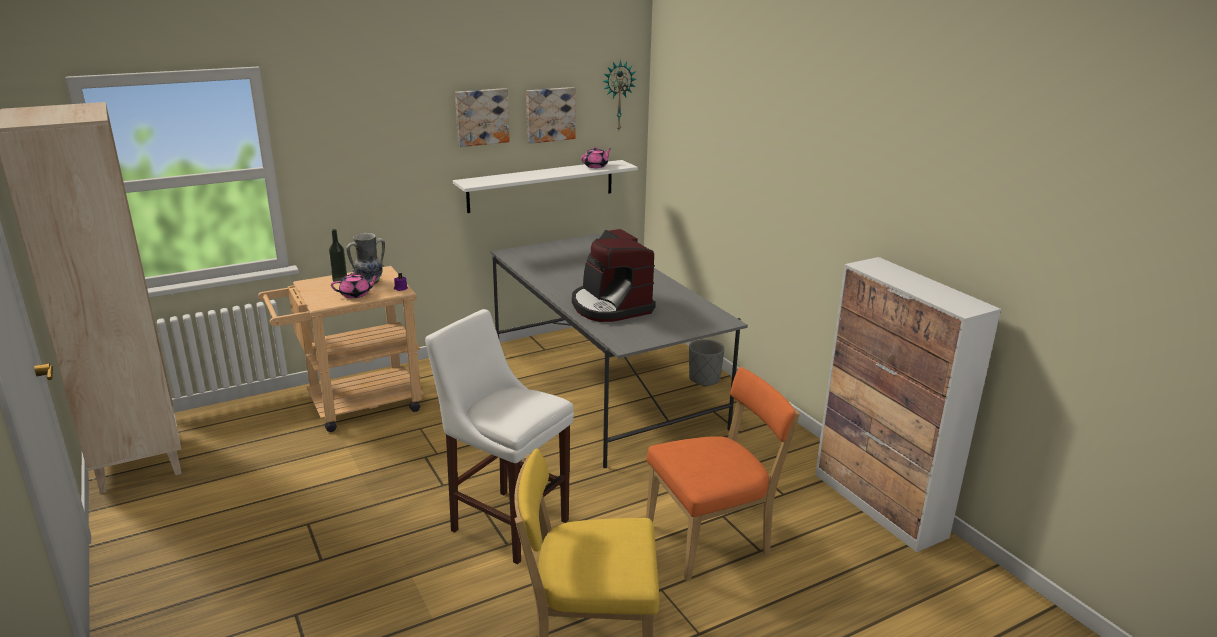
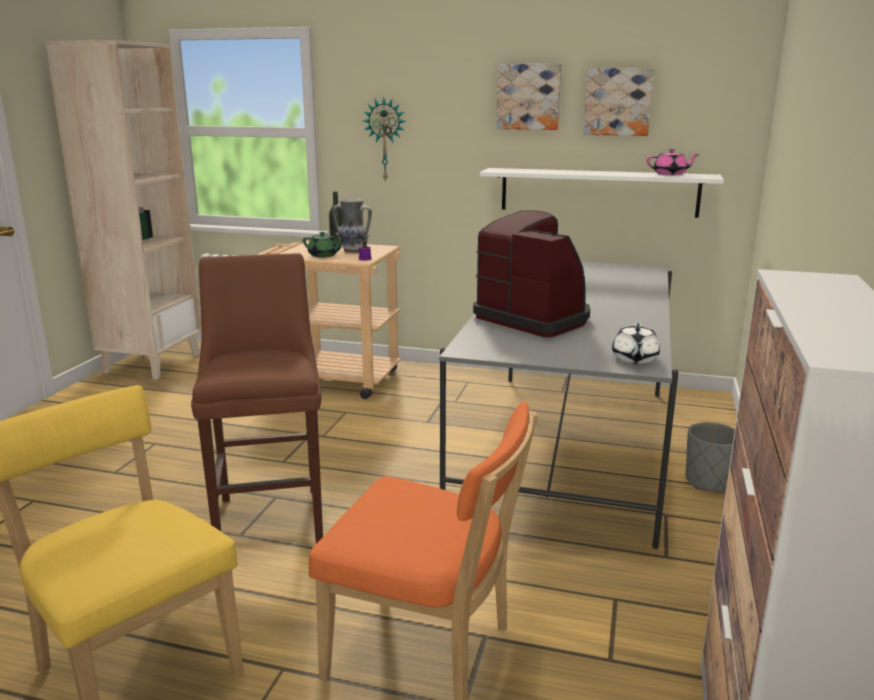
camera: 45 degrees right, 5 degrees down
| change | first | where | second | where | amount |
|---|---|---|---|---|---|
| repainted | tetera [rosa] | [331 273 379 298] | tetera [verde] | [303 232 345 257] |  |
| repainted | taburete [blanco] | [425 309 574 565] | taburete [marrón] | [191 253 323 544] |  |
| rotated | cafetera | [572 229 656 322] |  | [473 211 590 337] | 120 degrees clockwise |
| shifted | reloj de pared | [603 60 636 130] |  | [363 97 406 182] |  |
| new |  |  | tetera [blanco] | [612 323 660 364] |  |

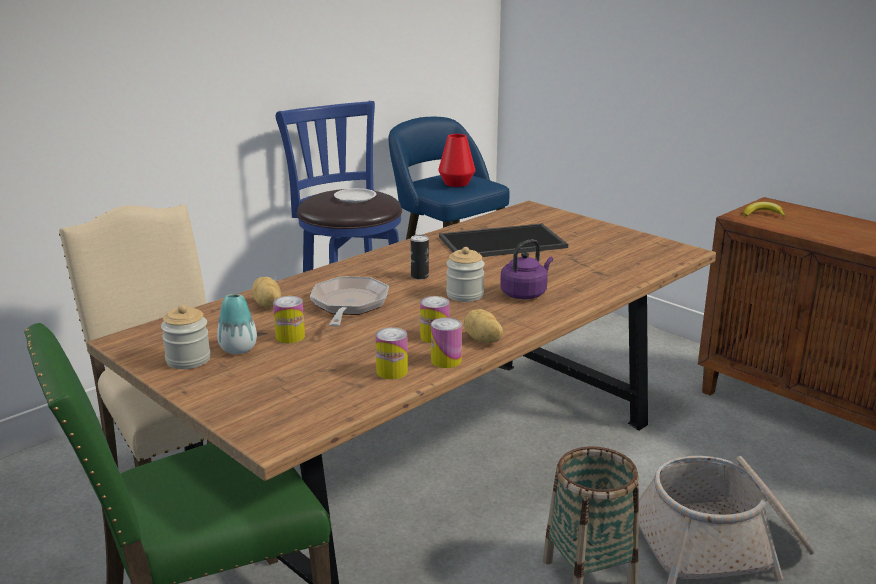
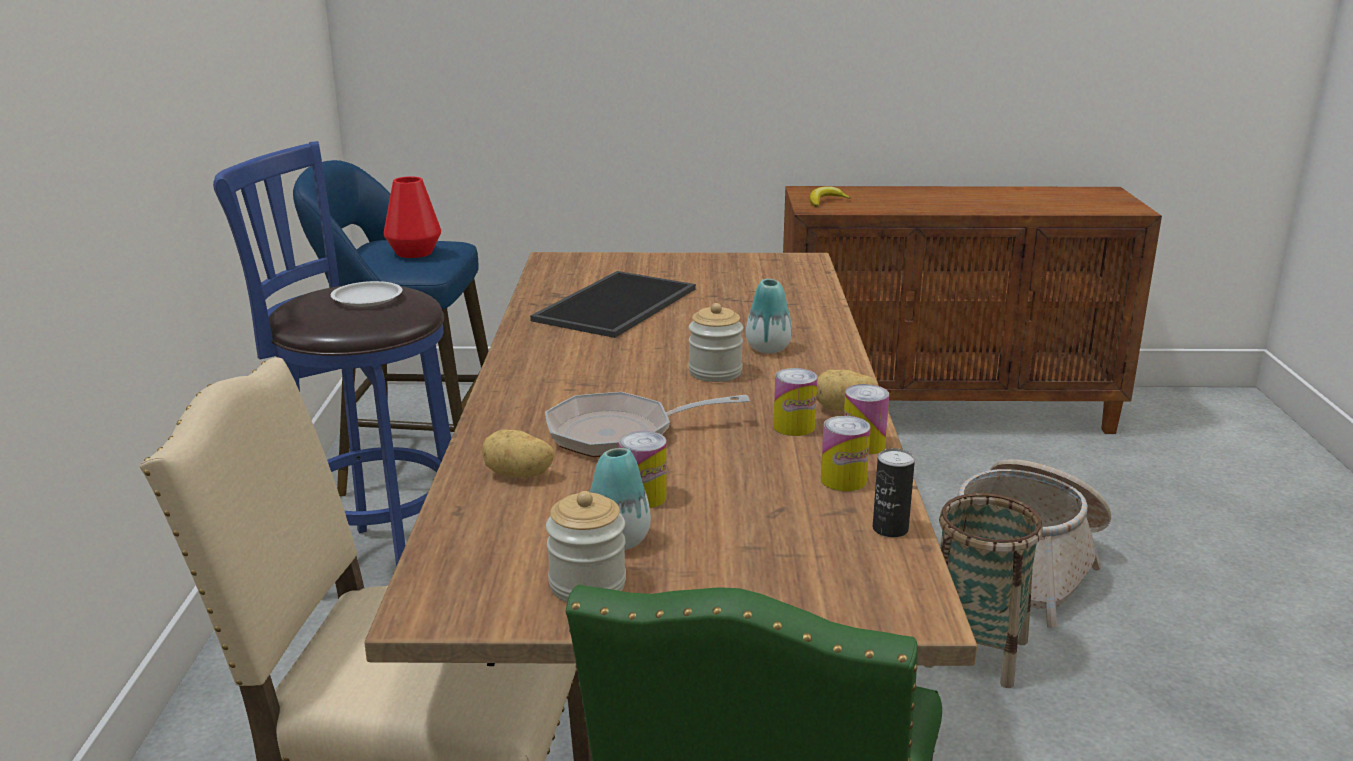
camera: 45 degrees left, 0 degrees up
| change | first | where | second | where | amount |
|---|---|---|---|---|---|
| rotated | sartén | [310 277 389 327] |  | [545 392 750 457] | 60 degrees counterclockwise |
| shifted | lata | [410 235 429 280] |  | [873 448 915 537] |  |
| swapped | hervidor [morado] | [500 239 553 299] | florero | [746 279 792 353] |  |

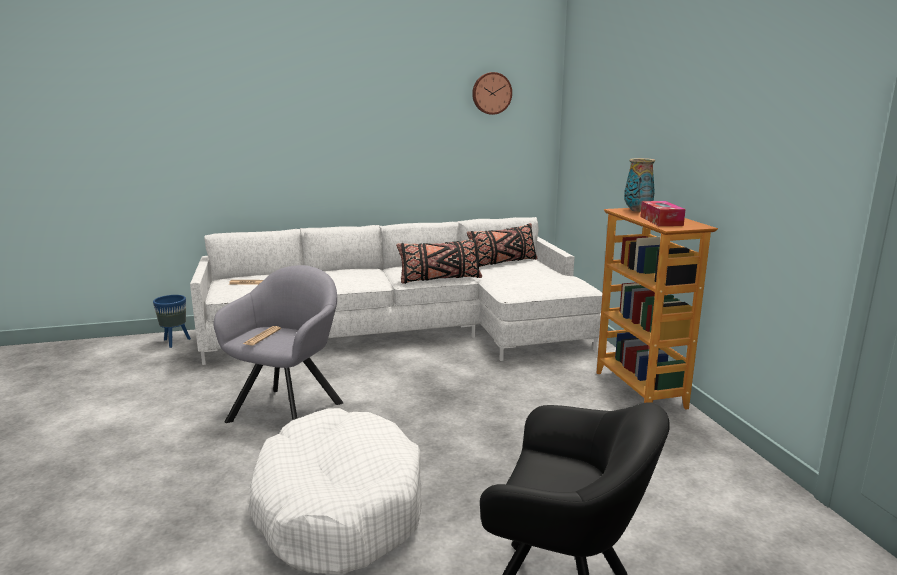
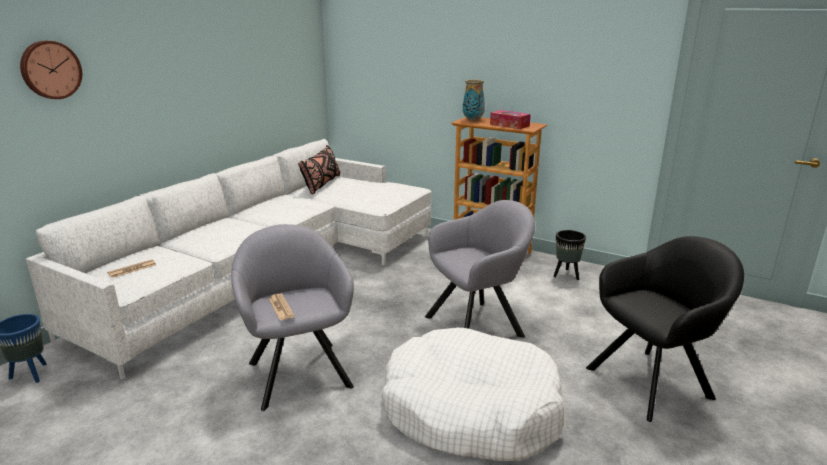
camera: 45 degrees left, 5 degrees up
| change | first | where | second | where | amount |
|---|---|---|---|---|---|
| gone | cojín [negro] | [396 238 482 284] |  |  |  |
| shifted | reloj de pared | [472 72 512 115] |  | [20 41 82 99] |  |
| new |  |  | sillón [gris] | [425 200 535 337] |  |
| new |  |  | maceta [negro] | [553 230 586 280] |  |

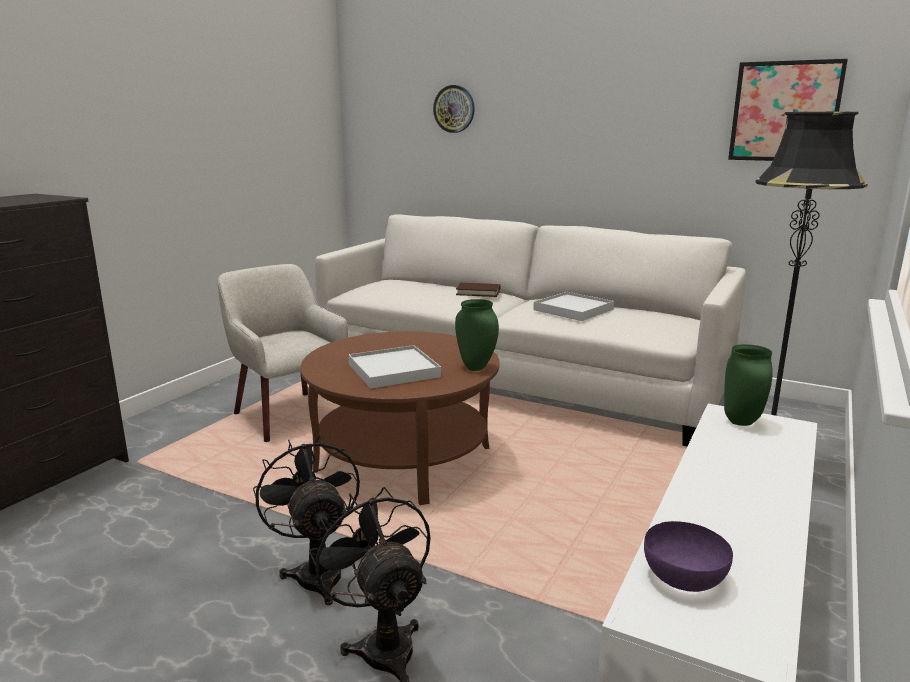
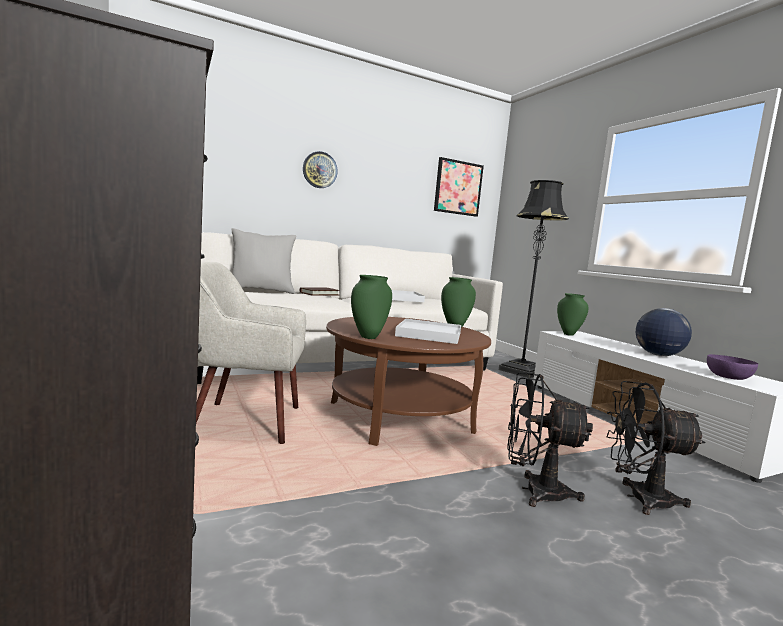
camera: 55 degrees left, 10 degrees down
| change | first | where | second | where | amount |
|---|---|---|---|---|---|
| shifted | reloj de pared | [433 85 475 133] |  | [303 151 338 188] |  |
| new |  |  | cojín [gris] | [231 228 296 294] |  |
| new |  |  | florero [verde] | [351 275 392 339] |  |
| new |  |  | globo terráqueo | [636 308 692 356] |  |

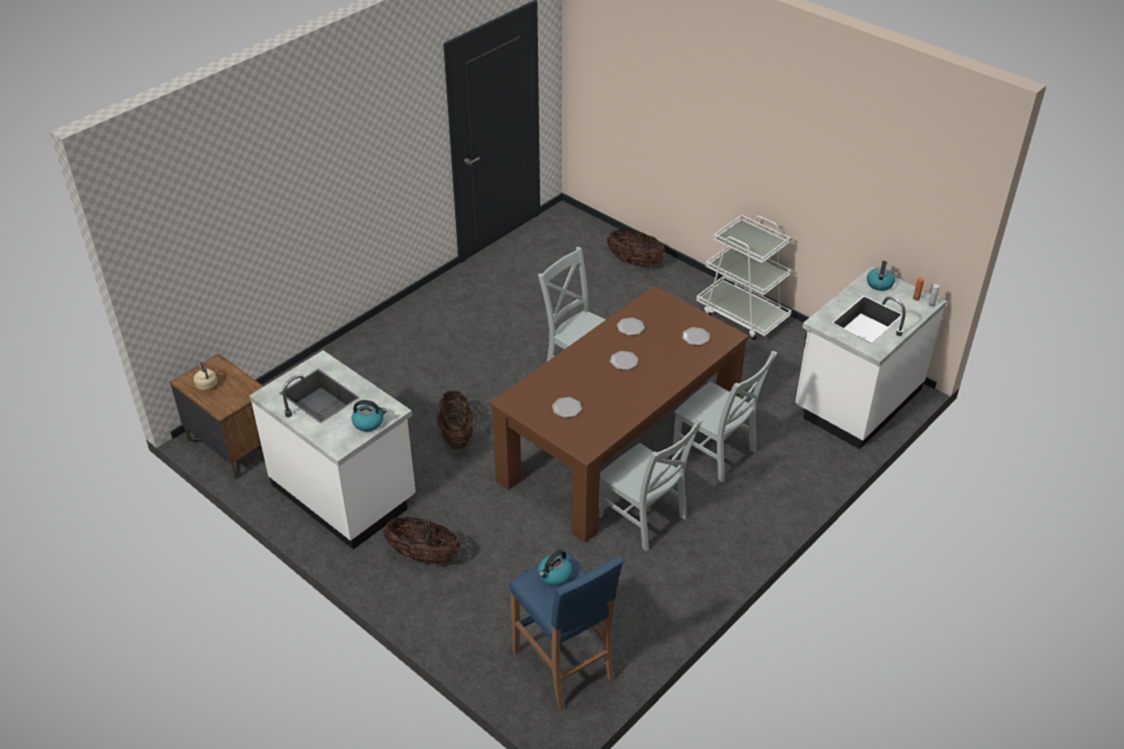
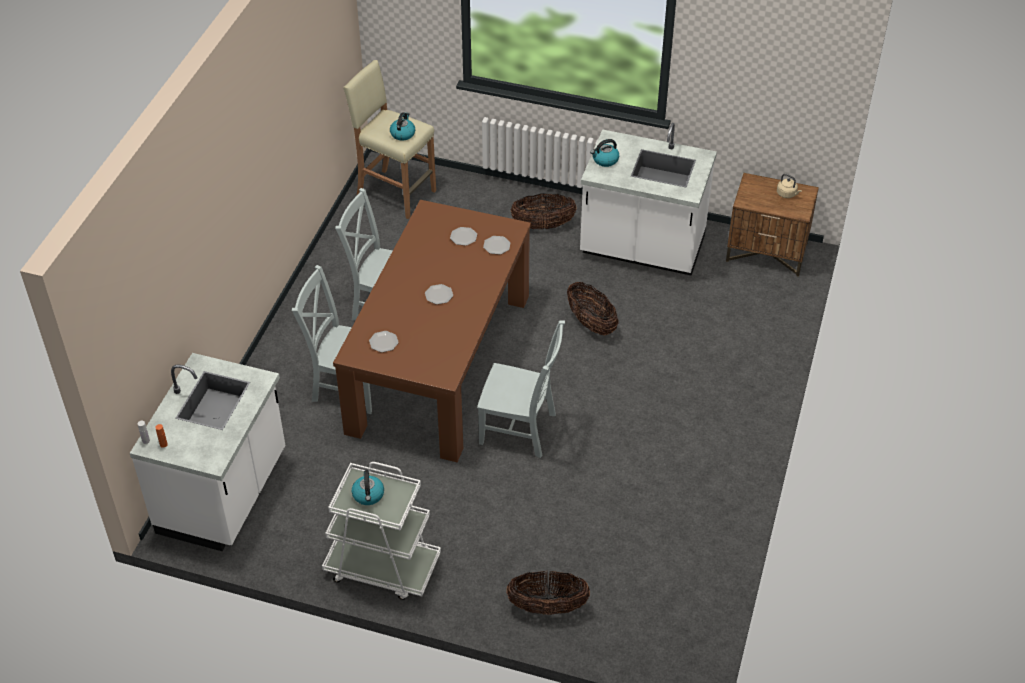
camera: 155 degrees right, 5 degrees up
| change | first | where | second | where | amount |
|---|---|---|---|---|---|
| repainted | taburete [azul] | [509 551 623 711] | taburete [beis] | [343 60 436 219] |  |
| shifted | plato | [617 317 645 336] |  | [483 236 510 254] |  |
| shifted | hervidor | [867 261 895 291] |  | [352 470 384 505] |  |

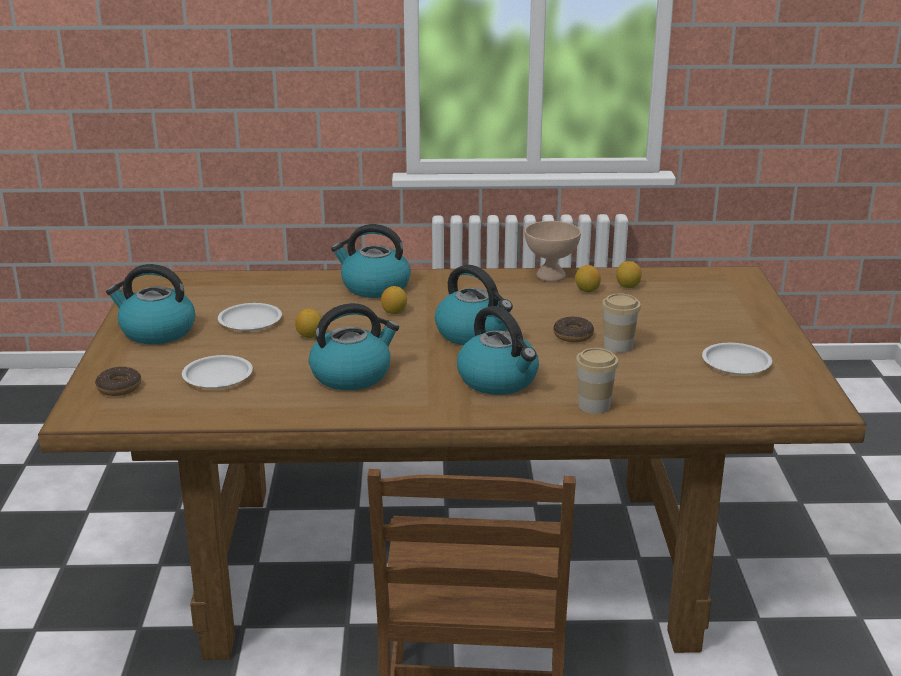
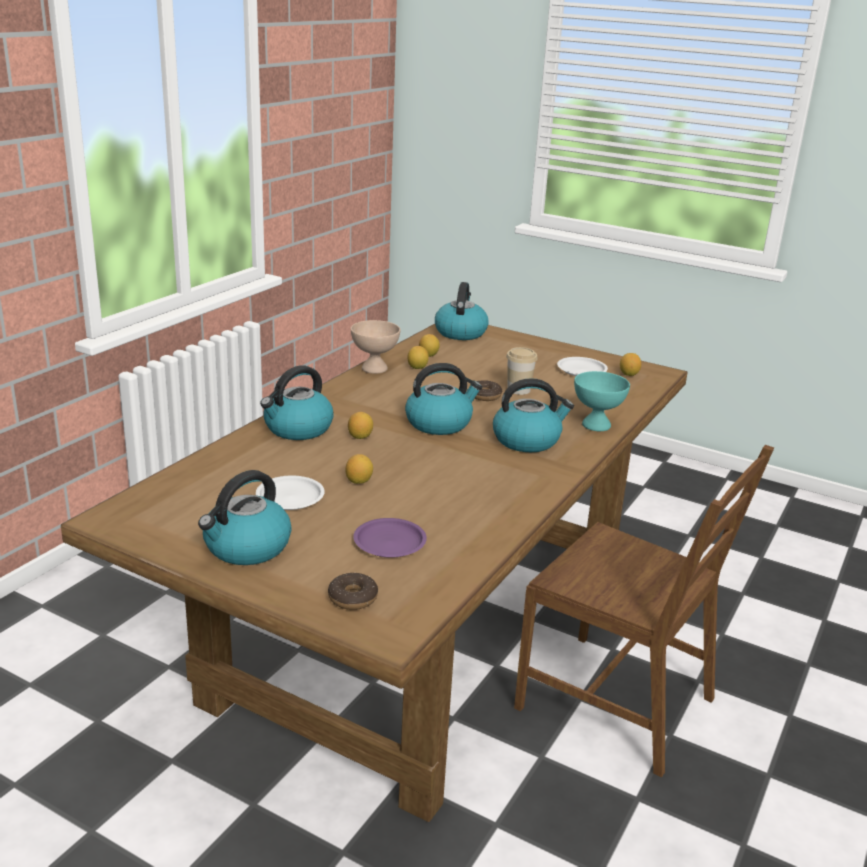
camera: 60 degrees left, 0 degrees up
| change | first | where | second | where | amount |
|---|---|---|---|---|---|
| repainted | plato [blanco] | [182 355 253 389] | plato [morado] | [353 518 427 558] |  |
| shifted | hervidor | [309 303 399 390] |  | [435 282 489 340] |  |
| swapped | taza | [575 348 619 414] | cuenco [turquesa] | [574 371 630 431] |  |
| new |  |  | limón | [620 353 641 376] |  |

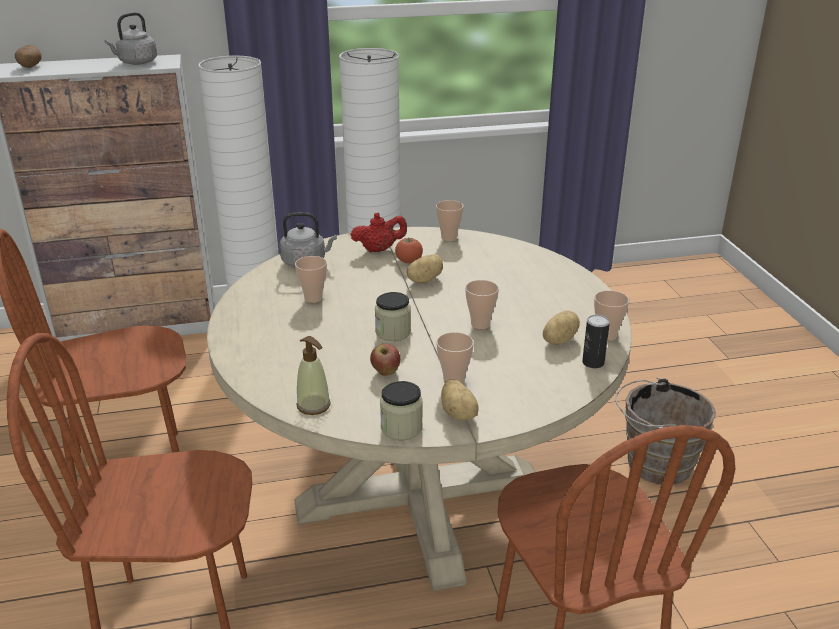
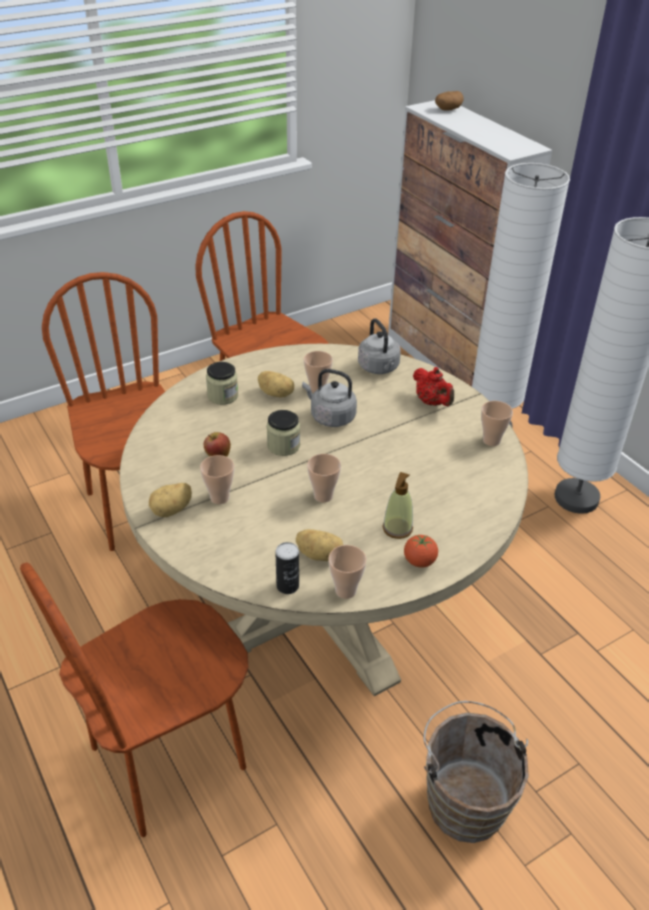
camera: 70 degrees right, 10 degrees up
| change | first | where | second | where | amount |
|---|---|---|---|---|---|
| shifted | hervidor [gris] | [104 12 157 65] |  | [302 369 357 427] |  |
| shifted | dispensador de jabón | [296 336 331 415] |  | [382 472 413 539] |  |
| shifted | tarro | [380 381 423 440] |  | [206 362 238 405] |  |
| shifted | tomate | [395 238 423 263] |  | [404 535 438 568] |  |
| shifted | patata | [407 254 443 283] |  | [258 371 294 398] |  |

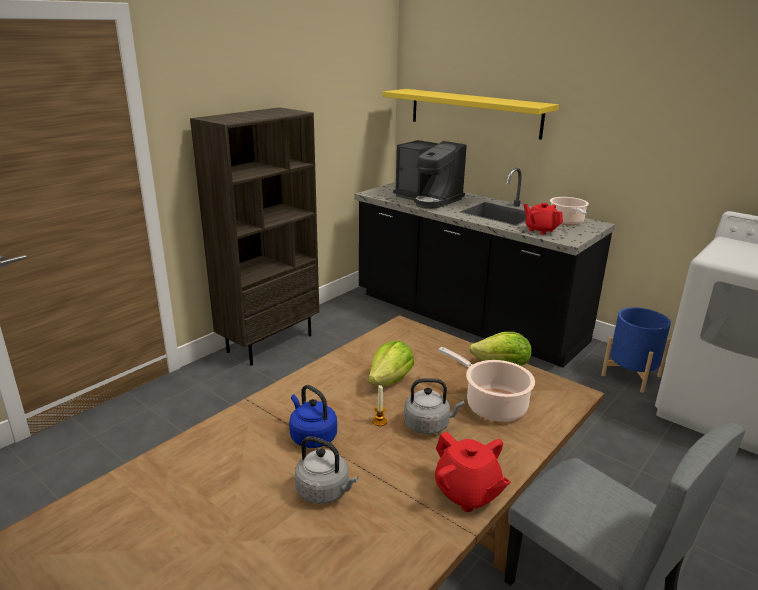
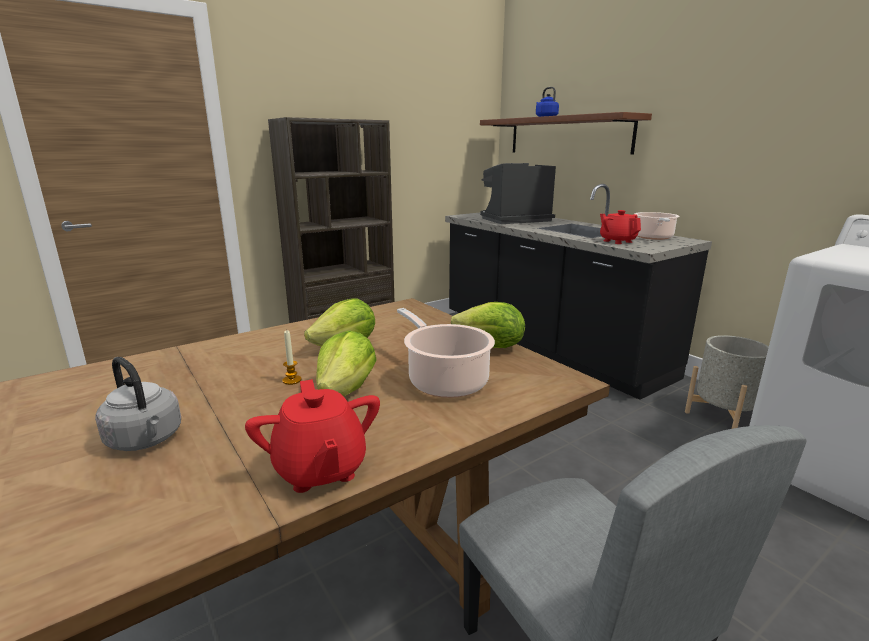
camera: 15 degrees right, 5 degrees down
| change | first | where | second | where | amount |
|---|---|---|---|---|---|
| shifted | hervidor [azul] | [289 385 337 448] |  | [536 87 559 117] |  |
| repainted | estante [amarillo] | [382 89 559 140] | estante [marrón] | [480 112 652 155] |  |
| rotated | cafetera | [393 140 467 209] |  | [480 163 556 224] | 105 degrees clockwise |
| swapped | hervidor [gris] | [404 378 465 435] | lechuga | [316 330 377 396] |  |
| repainted | maceta [azul] | [601 307 671 393] | maceta [gris] | [685 335 769 429] |  |

